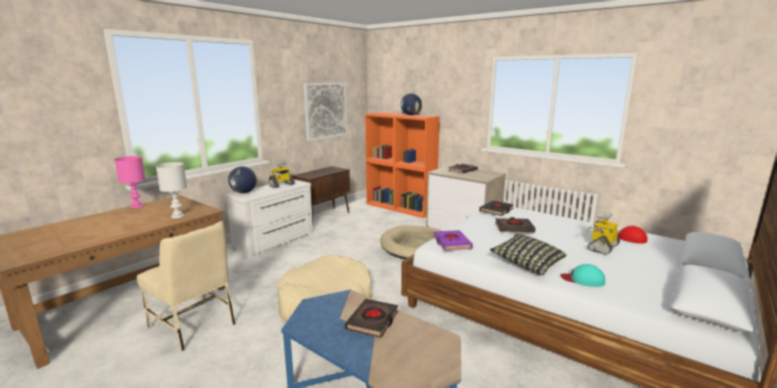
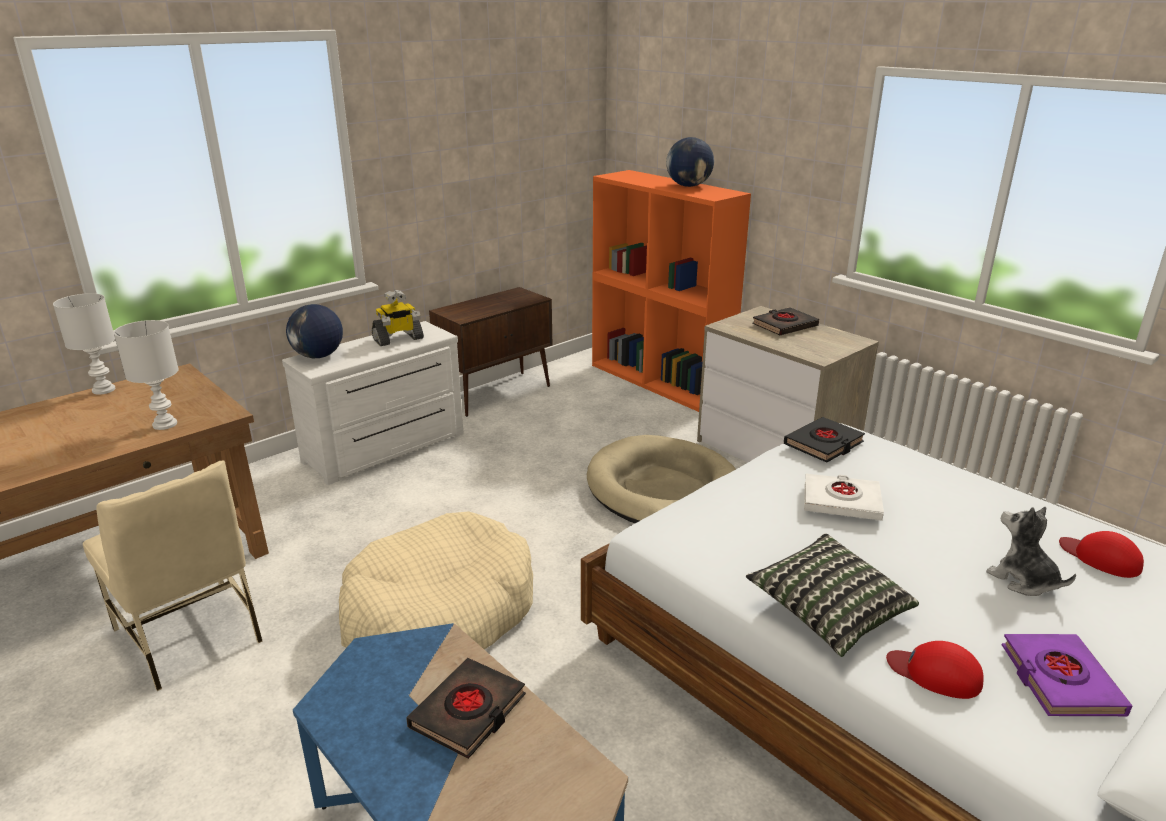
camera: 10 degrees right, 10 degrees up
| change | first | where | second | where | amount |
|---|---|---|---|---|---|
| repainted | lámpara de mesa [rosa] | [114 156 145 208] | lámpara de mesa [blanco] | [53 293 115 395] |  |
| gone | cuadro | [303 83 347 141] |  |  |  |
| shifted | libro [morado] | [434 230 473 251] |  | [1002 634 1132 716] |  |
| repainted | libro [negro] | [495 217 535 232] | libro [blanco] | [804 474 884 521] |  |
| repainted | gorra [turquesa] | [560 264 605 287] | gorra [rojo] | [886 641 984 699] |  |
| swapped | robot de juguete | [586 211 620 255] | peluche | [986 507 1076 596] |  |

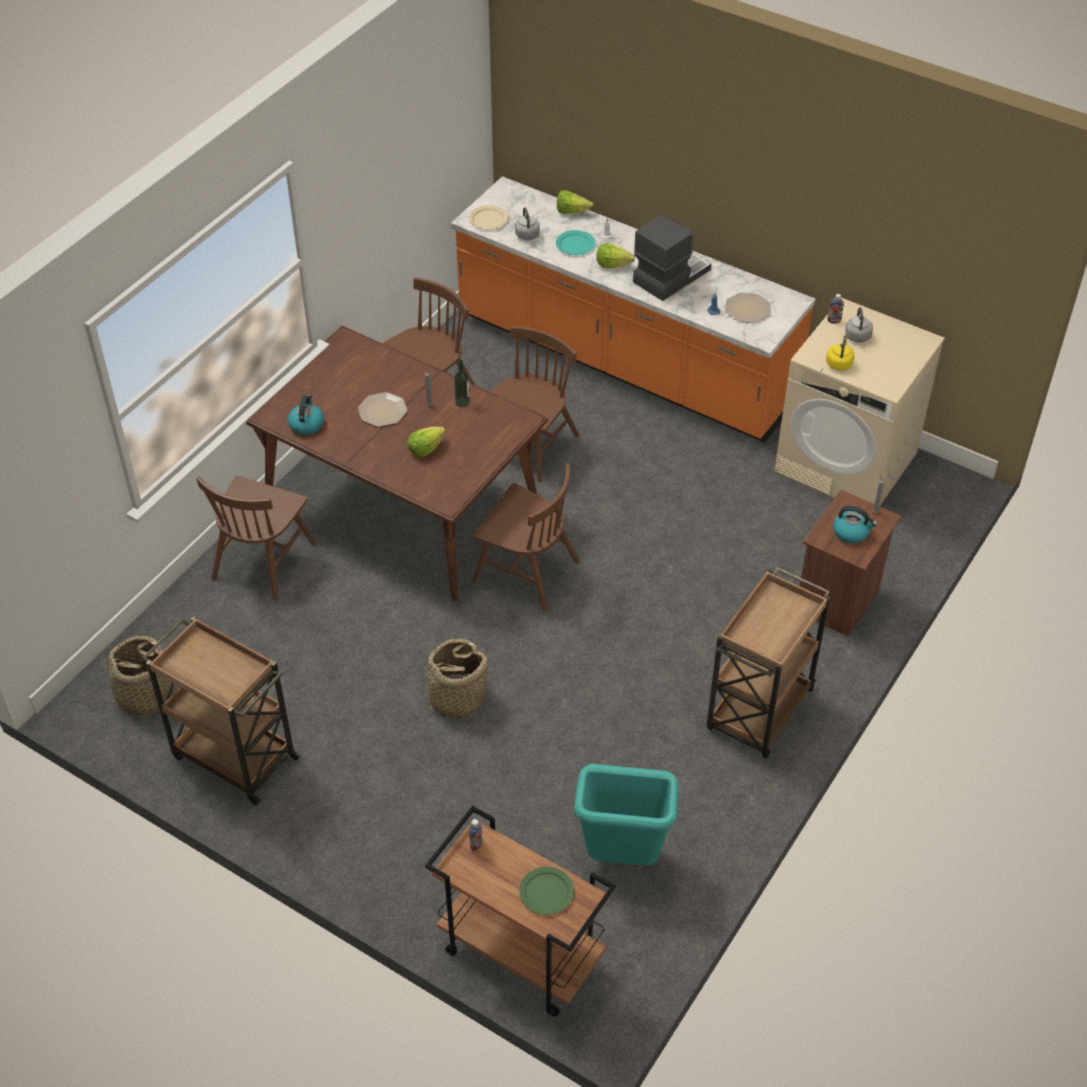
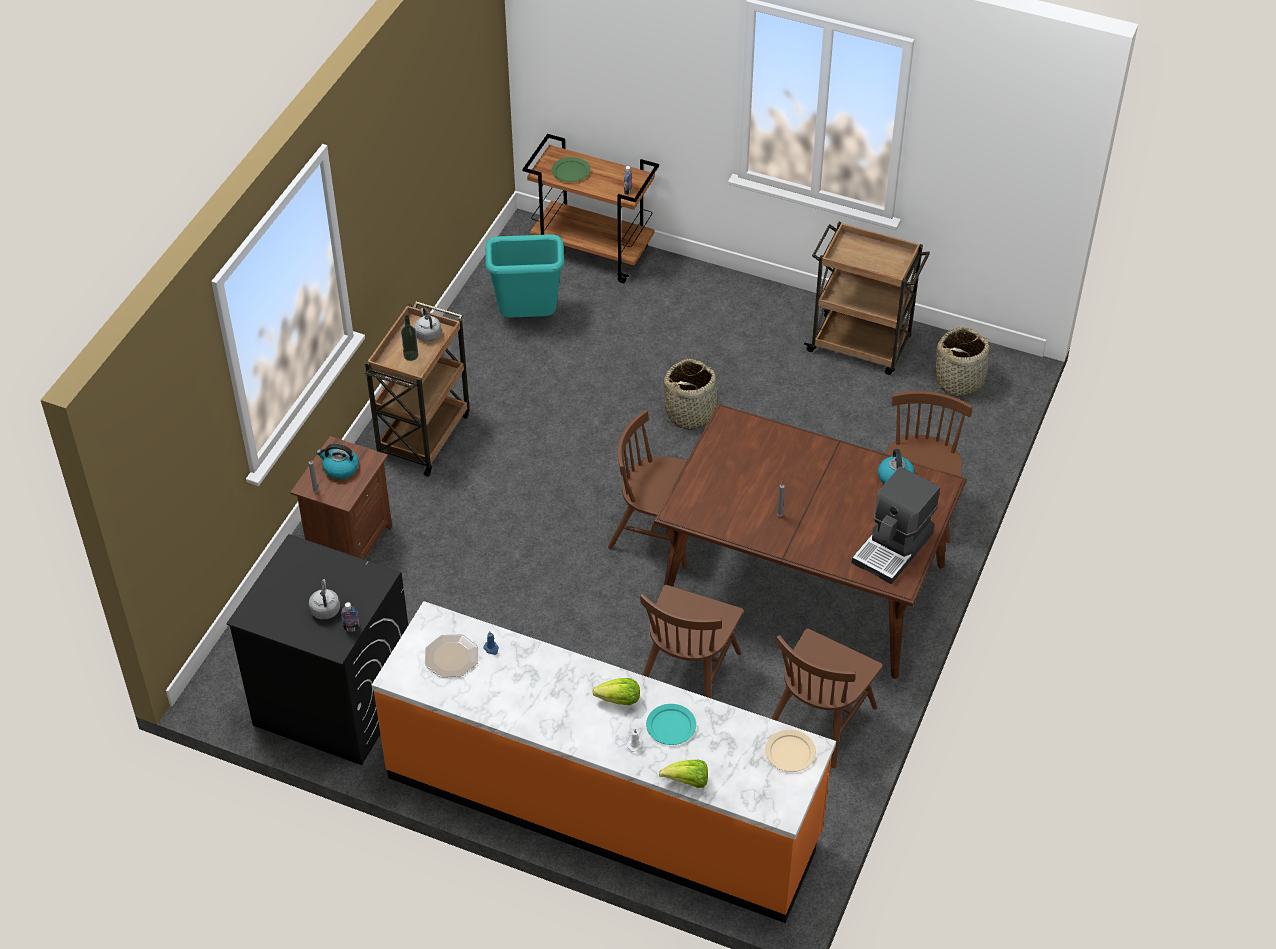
camera: 170 degrees right, 0 degrees up
| change | first | where | second | where | amount |
|---|---|---|---|---|---|
| gone | plato | [358 392 407 427] |  |  |  |
| gone | lechuga | [408 427 446 457] |  |  |  |
| shifted | botella | [454 360 470 407] |  | [401 315 418 361] |  |
| shifted | hervidor [gris] | [515 207 540 240] |  | [414 307 441 342] |  |
| shifted | cafetera | [633 215 711 301] |  | [851 467 940 584] |  |
| repainted | lavadora [beis] | [774 298 945 506] | lavadora [negro] | [226 534 408 765] |  |
| gone | hervidor [amarillo] | [826 335 854 371] |  |  |  |

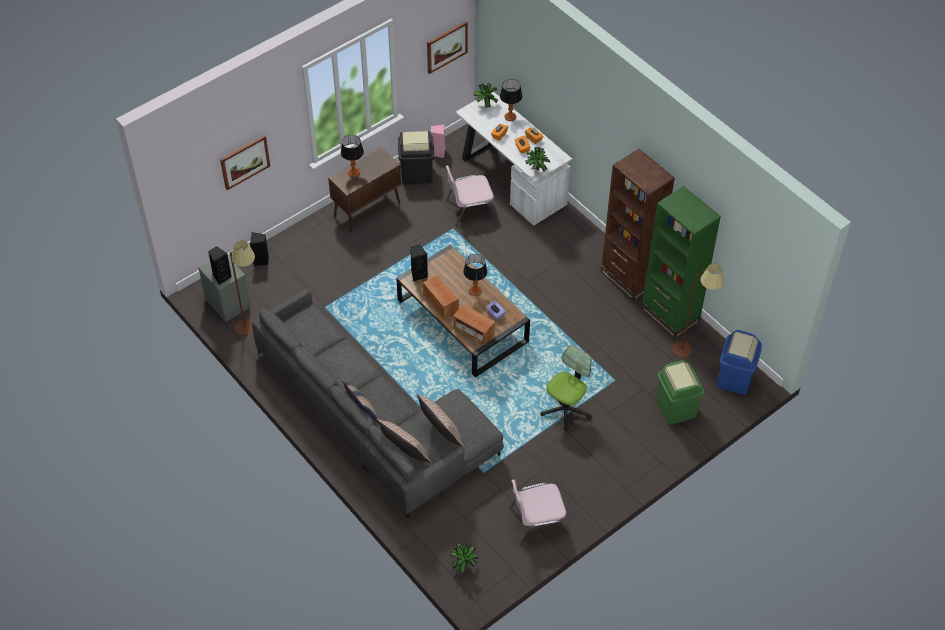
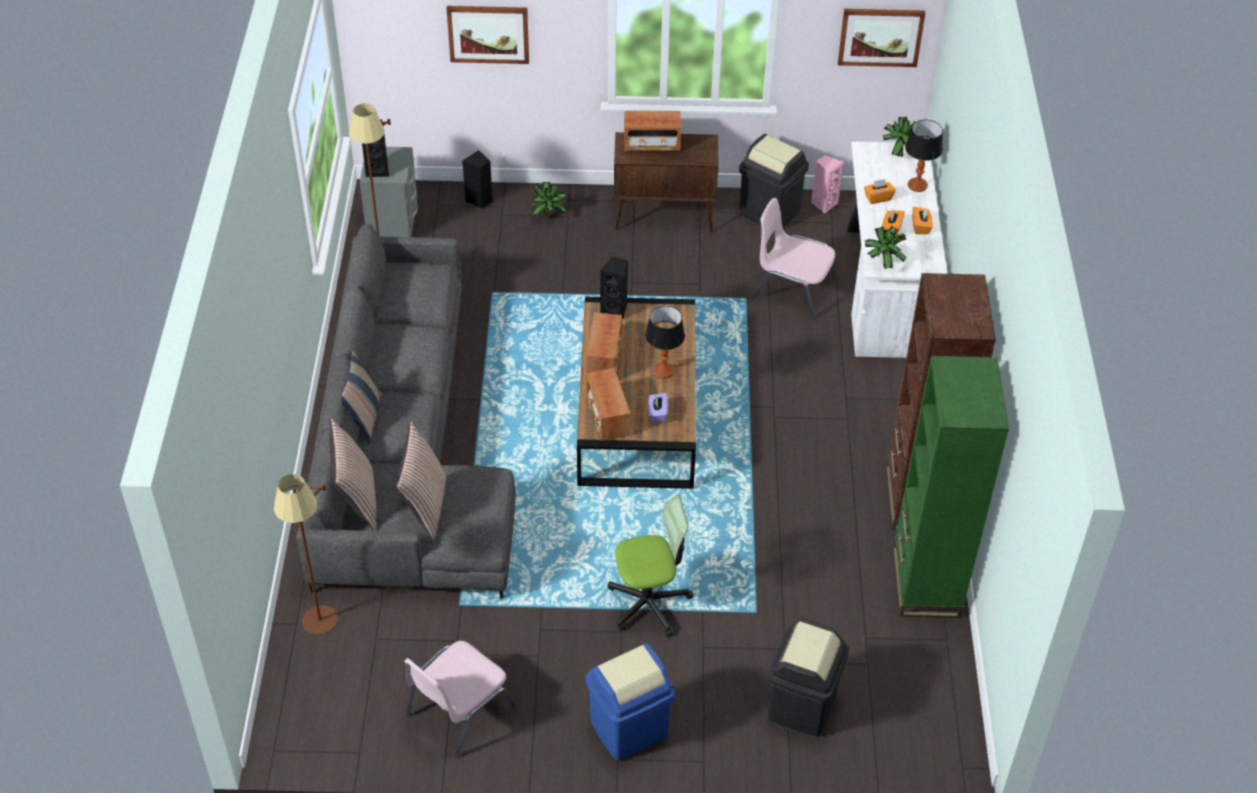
camera: 40 degrees right, 5 degrees down
| change | first | where | second | where | amount |
|---|---|---|---|---|---|
| swapped | lámpara de mesa | [341 135 364 177] | radio | [624 111 681 151] |  |
| shifted | planta en maceta | [450 543 478 573] |  | [531 182 567 219] |  |
| rotated | silla [rosa] | [510 479 568 544] |  | [404 641 517 758] | 75 degrees counterclockwise |
| repainted | papelera [verde] | [656 360 704 425] | papelera [negro] | [768 618 849 737] |  |
| shifted | lámpara de pie [marrón] | [672 263 724 357] |  | [274 474 338 635] |  |
| shifted | papelera [azul] | [717 330 762 395] |  | [586 644 675 760] |  |

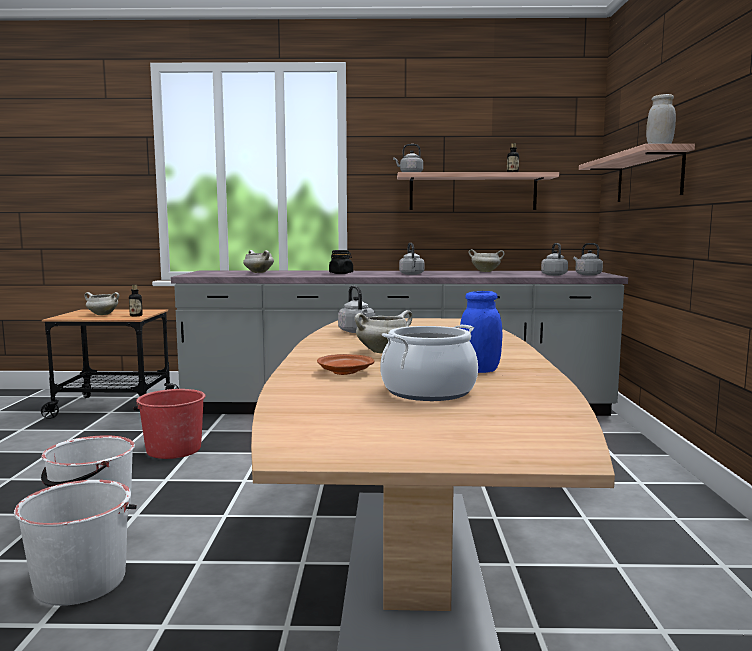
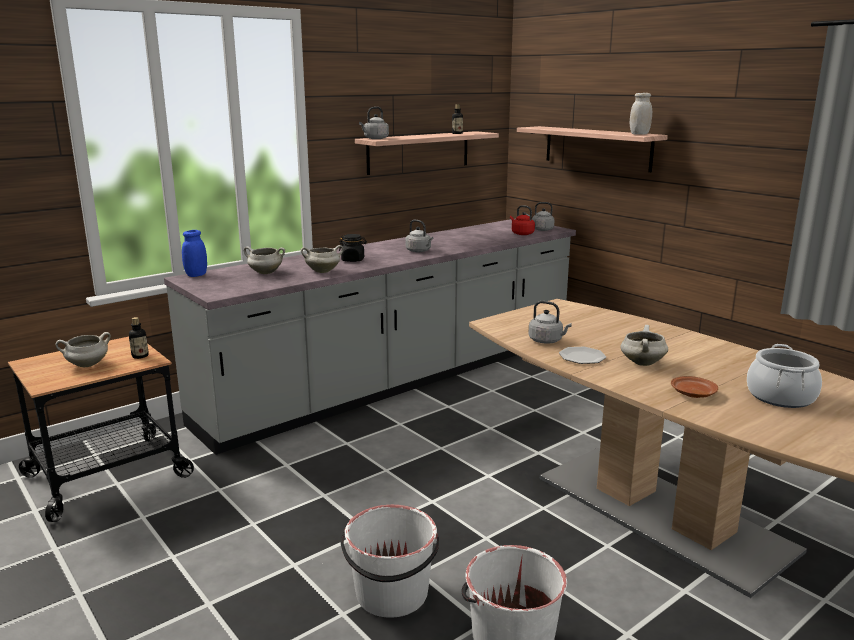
camera: 40 degrees left, 10 degrees up
| change | first | where | second | where | amount |
|---|---|---|---|---|---|
| gone | cubo [rojo] | [133 389 206 459] |  |  |  |
| shifted | tarro [azul] | [460 291 503 373] |  | [182 230 207 277] |  |
| shifted | olla [blanco] | [469 249 505 272] |  | [301 245 343 273] |  |
| repainted | hervidor [gris] | [541 243 568 276] | hervidor [rojo] | [510 205 535 235] |  |
| new |  |  | plato | [559 347 606 364] |  |

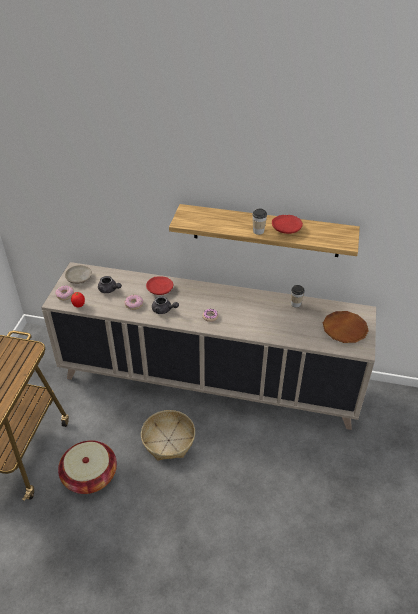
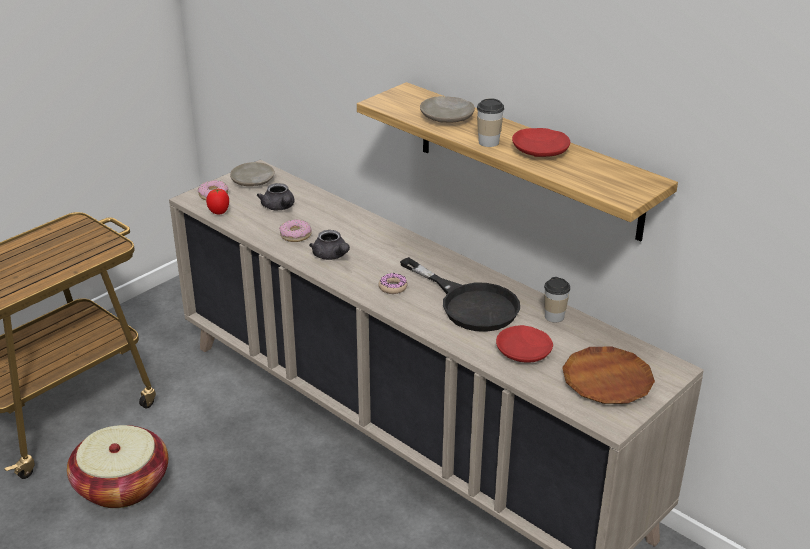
camera: 30 degrees right, 10 degrees down
| change | first | where | second | where | amount |
|---|---|---|---|---|---|
| gone | cesta | [141 410 195 460] |  |  |  |
| shifted | plato [rojo] | [146 276 173 295] |  | [496 325 553 363] |  |
| new |  |  | sartén [negro] | [400 257 520 332] |  |
| new |  |  | plato [beis] | [420 96 475 122] |  |

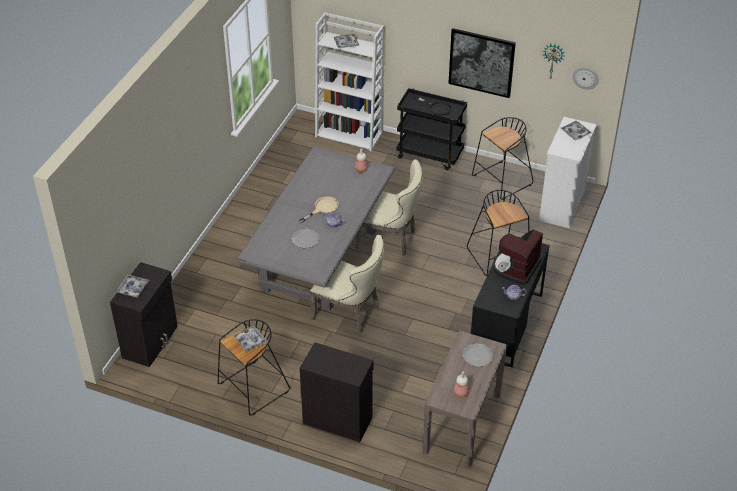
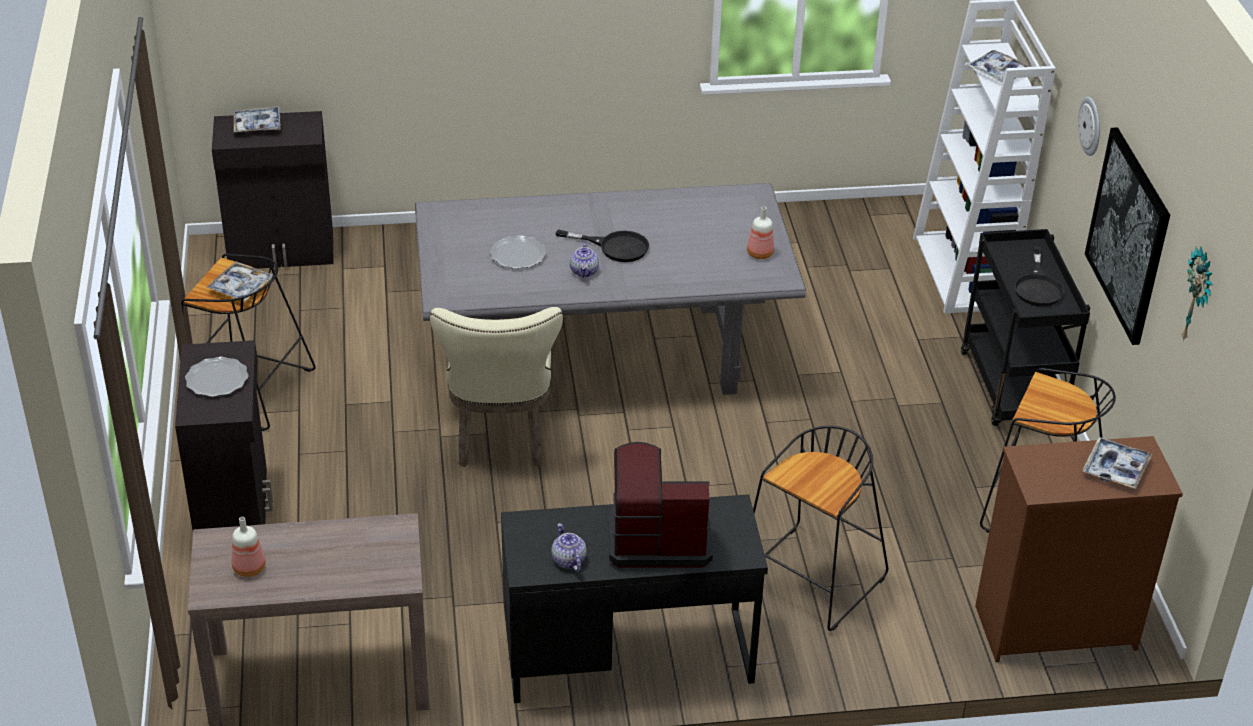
camera: 60 degrees right, 5 degrees down
| change | first | where | second | where | amount |
|---|---|---|---|---|---|
| repainted | sartén [beis] | [299 197 339 223] | sartén [negro] | [556 229 649 262] |  |
| gone | silla [beis] | [356 159 423 255] |  |  |  |
| shifted | plato | [462 343 494 367] |  | [185 357 249 397] |  |
| repainted | cómoda [blanco] | [539 117 597 228] | cómoda [marrón] | [975 436 1183 662] |  |
| shifted | reloj de pared | [572 67 599 89] |  | [1078 97 1100 156] |  |

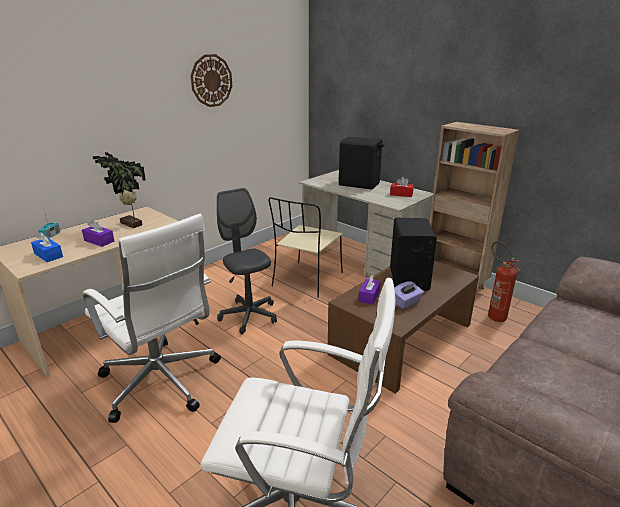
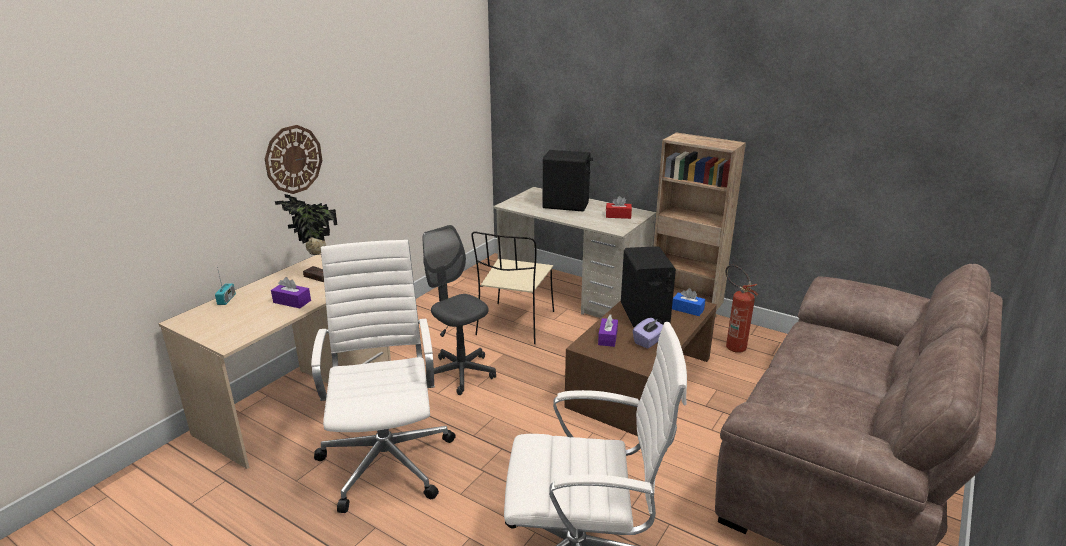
camera: 10 degrees left, 0 degrees up
| change | first | where | second | where | amount |
|---|---|---|---|---|---|
| shifted | caja de pañuelos [azul] | [31 232 63 262] |  | [672 288 705 316] |  |
| rotated | silla de oficina [blanco] | [83 214 221 423] |  | [311 240 456 513] | 135 degrees counterclockwise |
| shifted | reloj de pared | [191 54 232 107] |  | [265 125 322 194] |  |

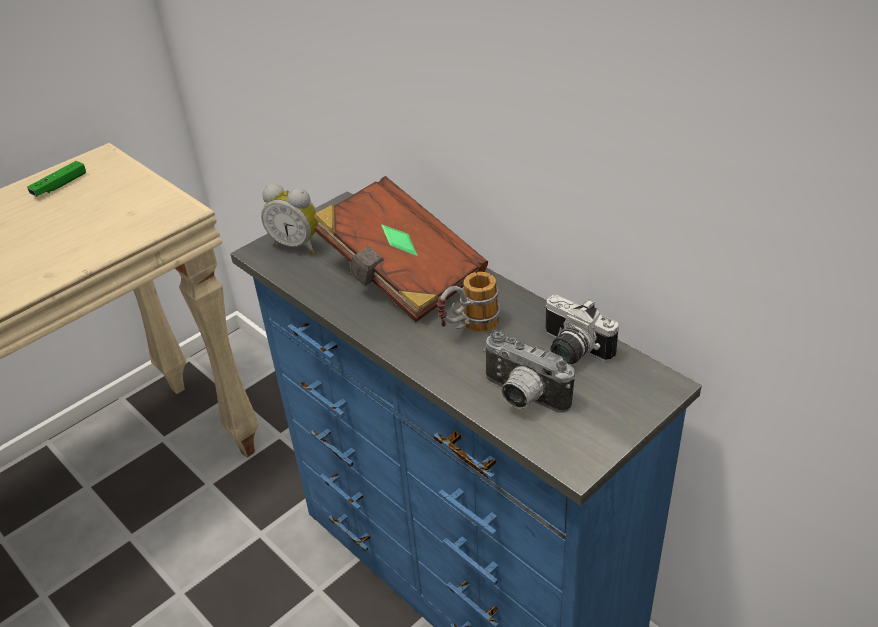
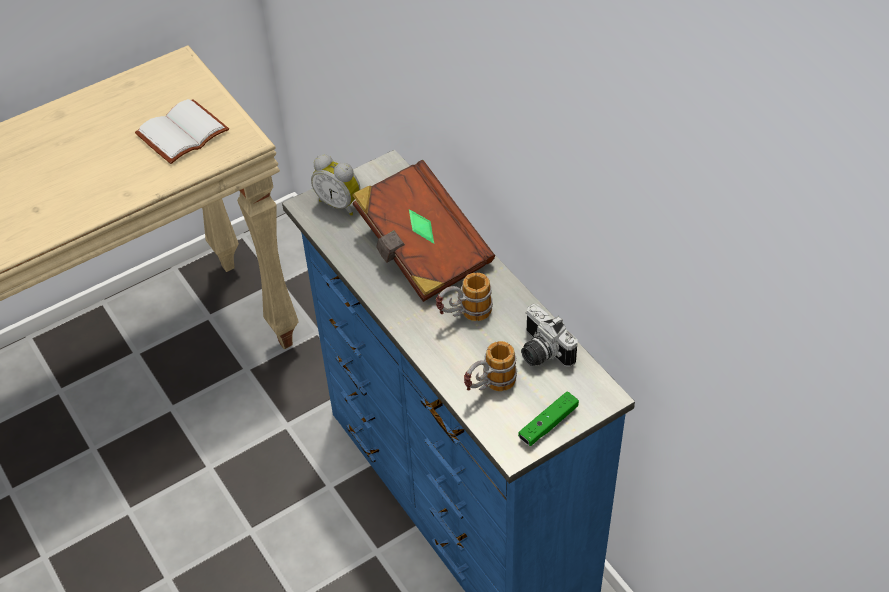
camera: 10 degrees right, 10 degrees up
| change | first | where | second | where | amount |
|---|---|---|---|---|---|
| shifted | mando de consola [verde] | [27 161 86 197] |  | [518 392 579 446] |  |
| swapped | cámara | [483 330 575 413] | taza grande | [464 341 517 391] |  |
| new |  |  | libro [blanco] | [135 99 229 164] |  |

